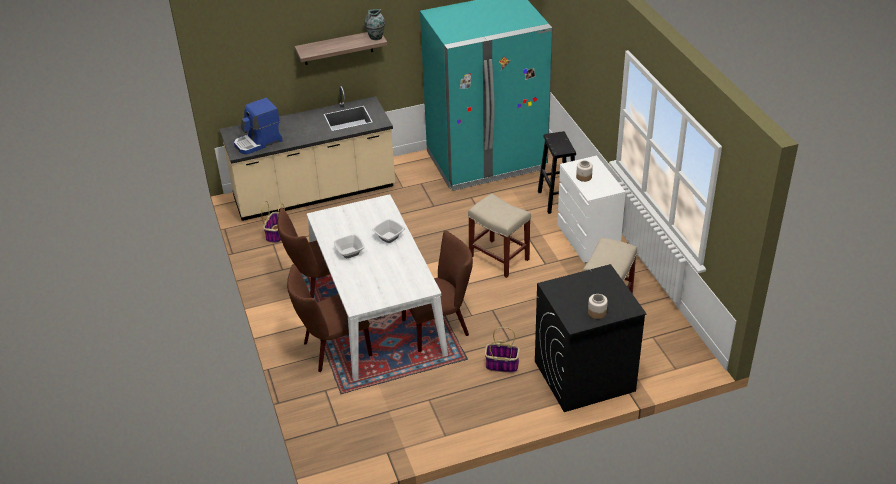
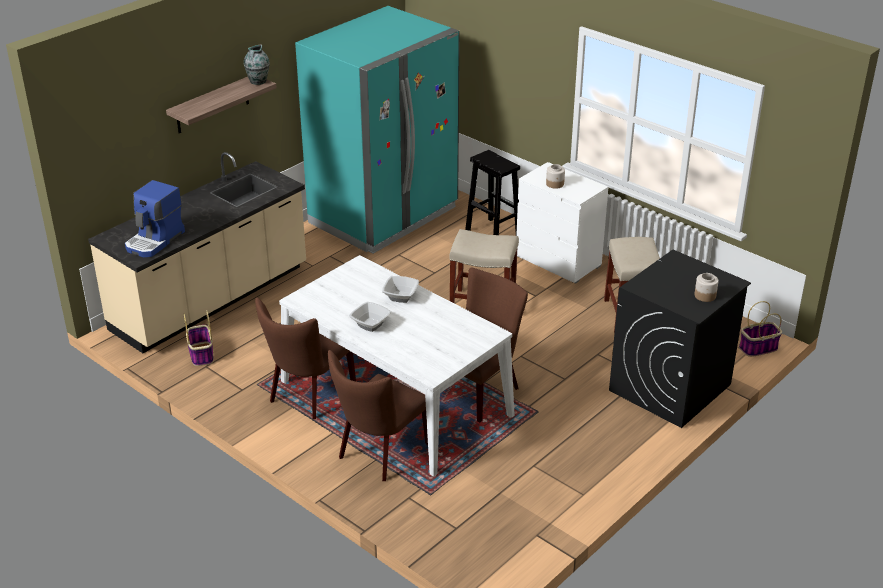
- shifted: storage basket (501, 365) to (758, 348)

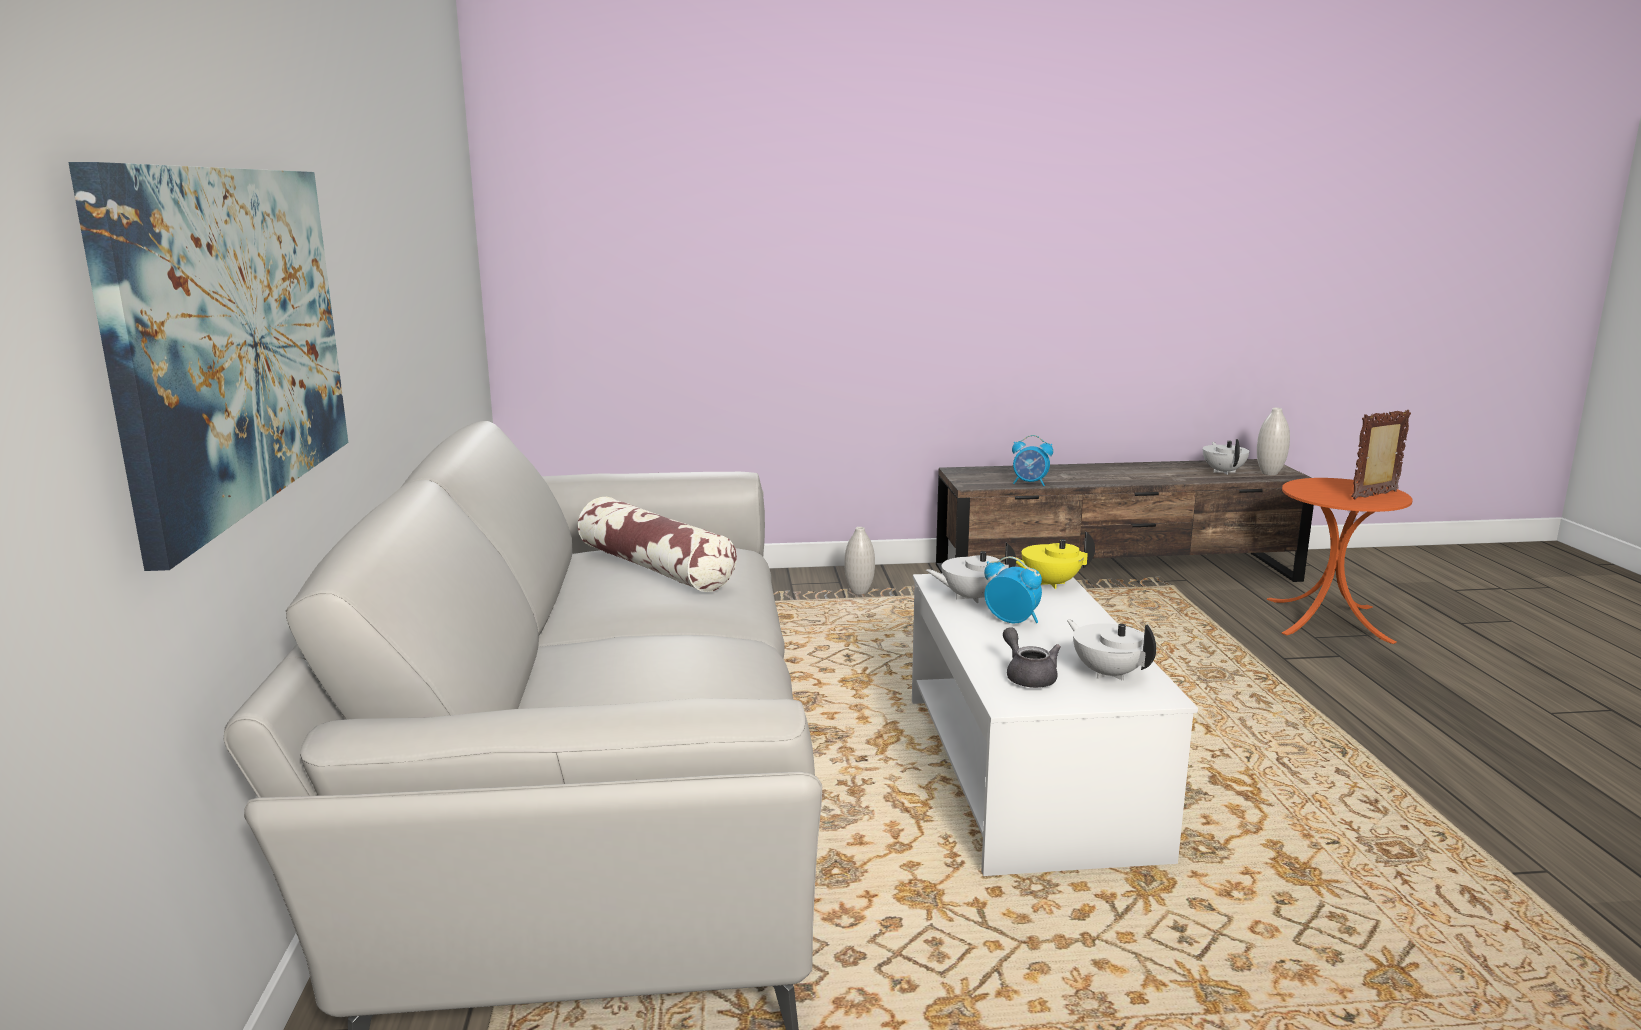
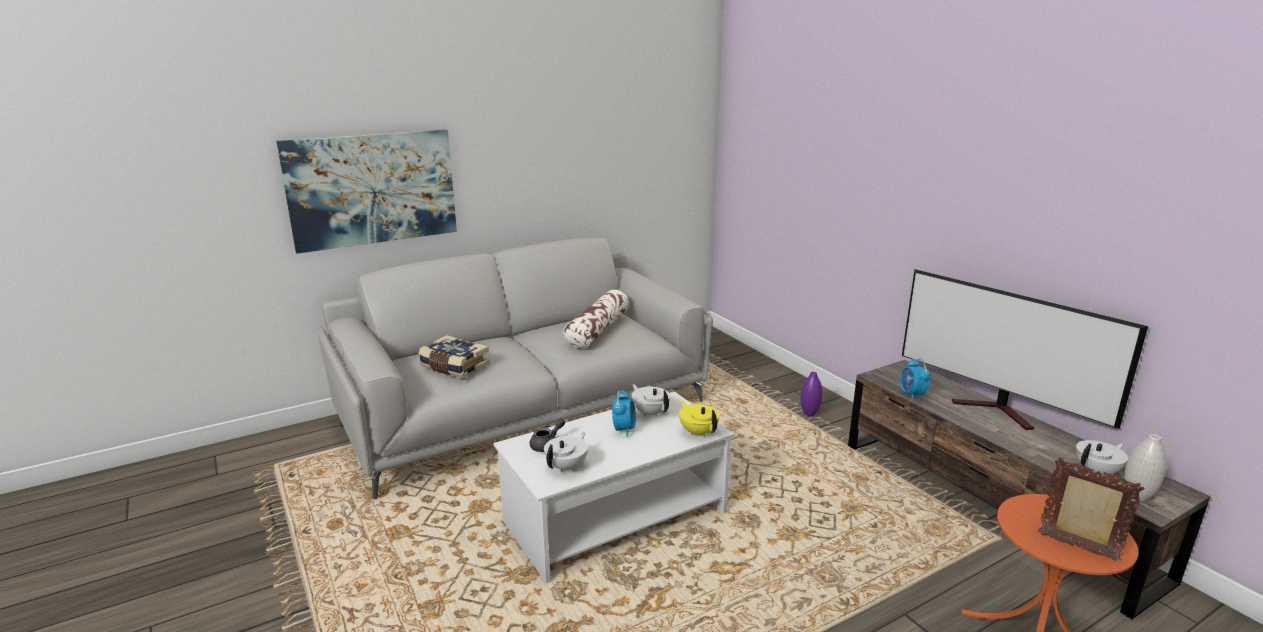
- new: bound book (454, 367)
- repainted: vase (whitish) (859, 592) to vase (purple) (809, 414)
- new: TV set (998, 411)

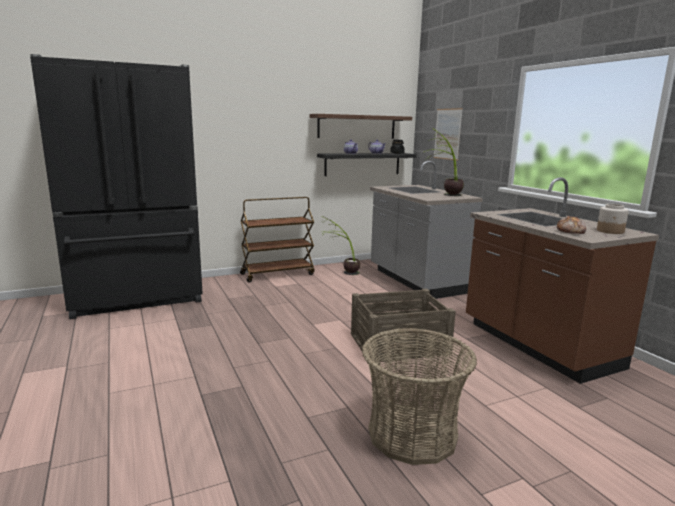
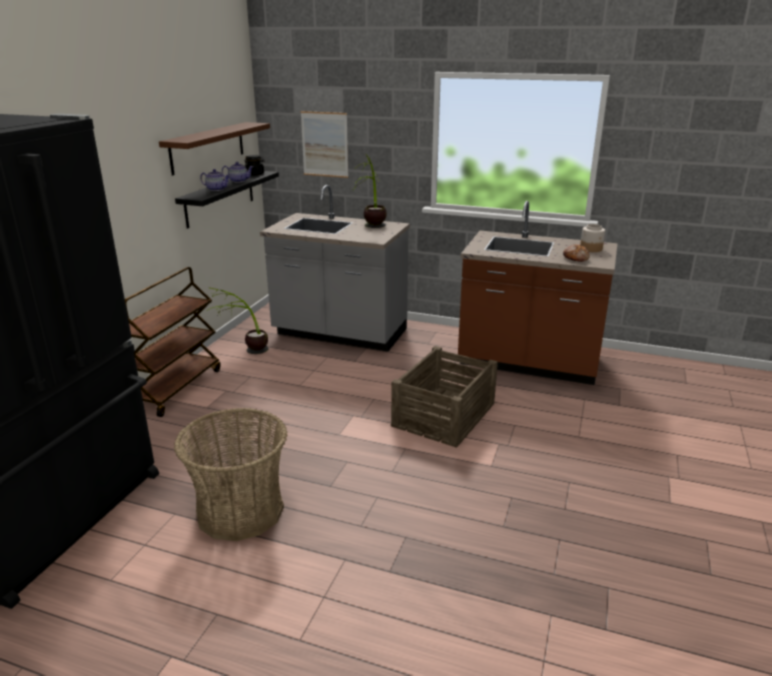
- shifted: storage basket (412, 434) to (240, 510)

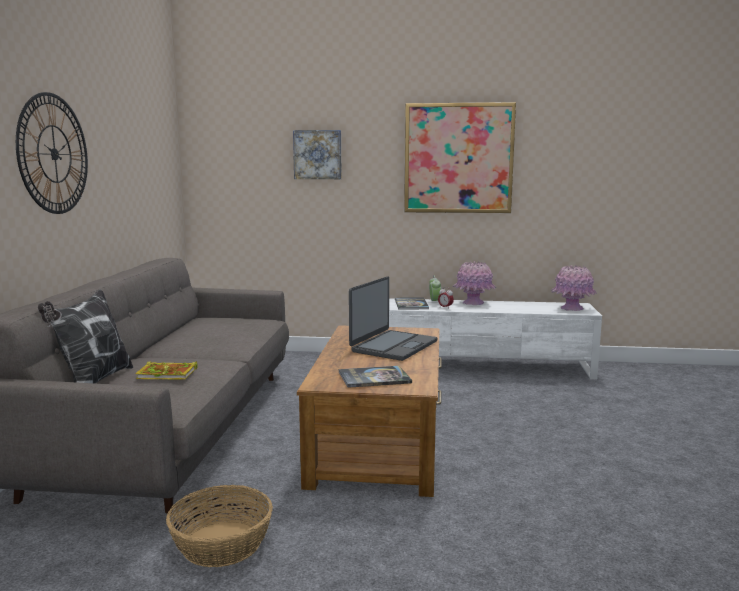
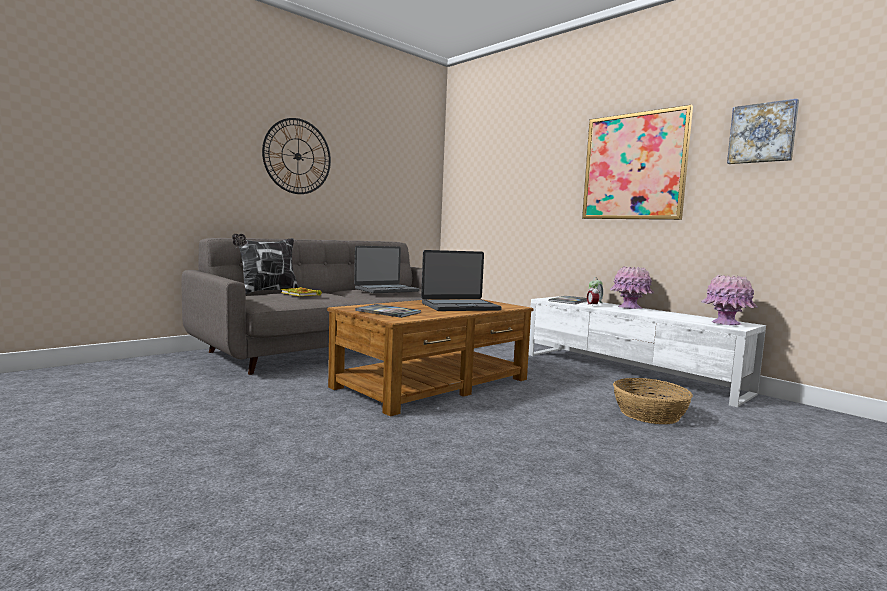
- new: laptop (386, 290)
- shifted: storage basket (222, 544) to (650, 414)
- shifted: wall art (317, 154) to (762, 133)

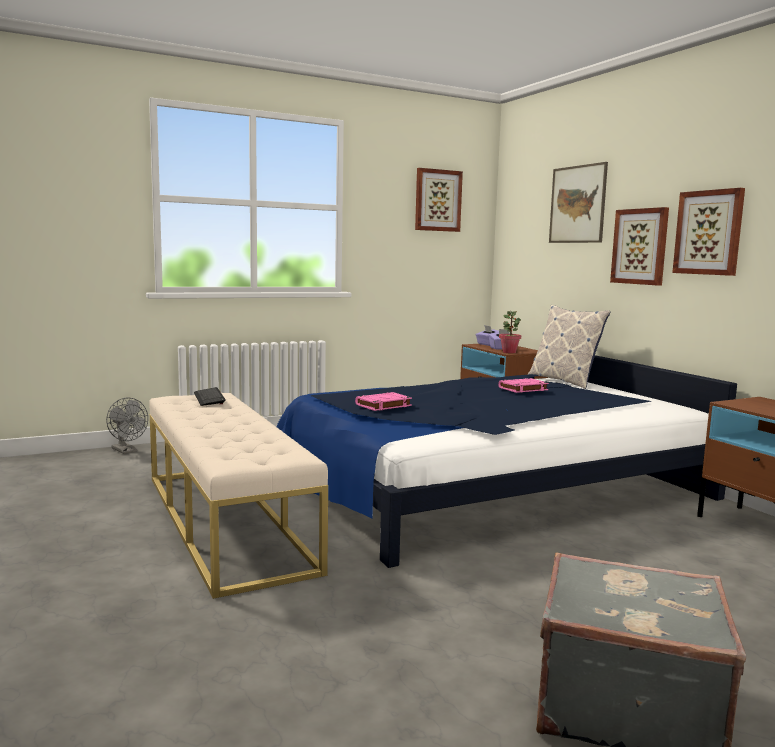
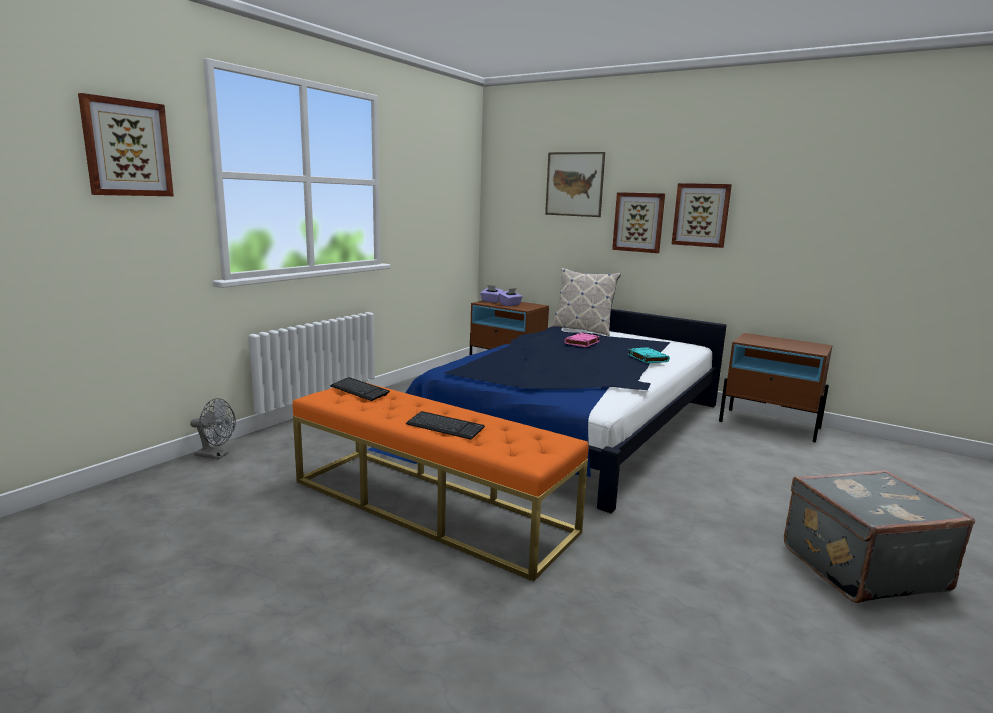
- shifted: wall art (437, 200) to (127, 148)
- repainted: indoor bench (sand-coloured) (225, 520) to indoor bench (orangey) (430, 506)
- new: keyboard (445, 427)
- new: bound book (turquoise-coloured) (647, 358)
- gone: bound book (pink-coloured) (383, 405)
- gone: houseplant (509, 352)

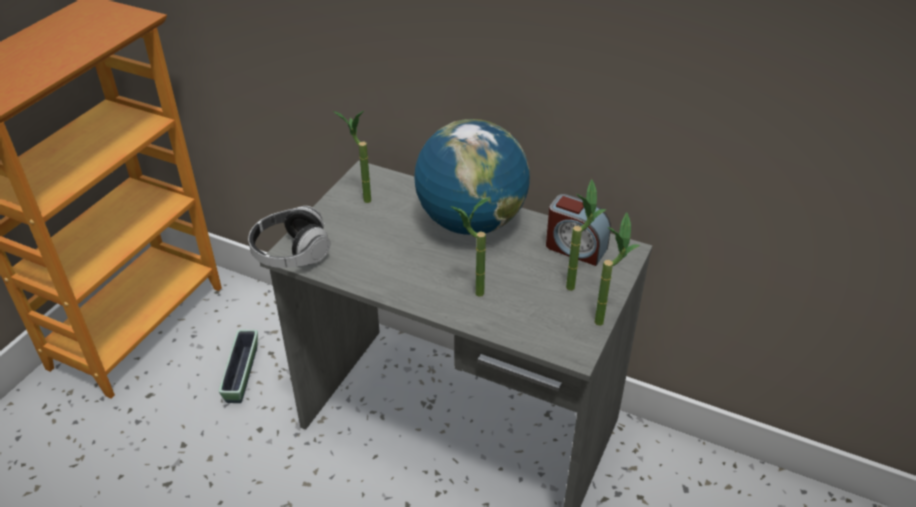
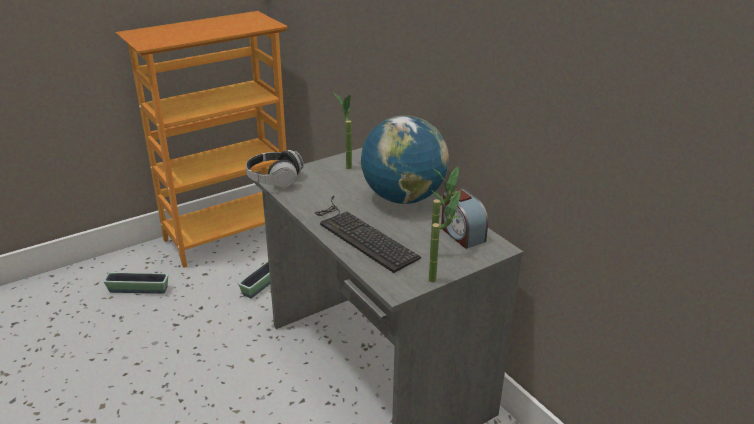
- new: flower pot (138, 290)
- swapped: houseplant (470, 293) to keyboard (360, 234)

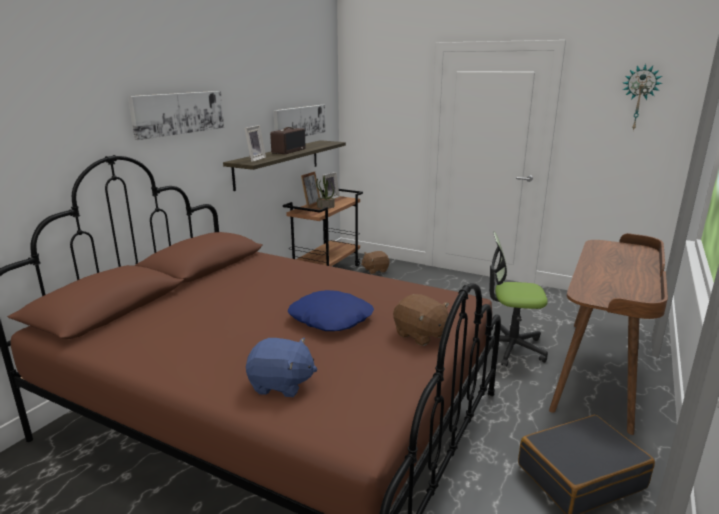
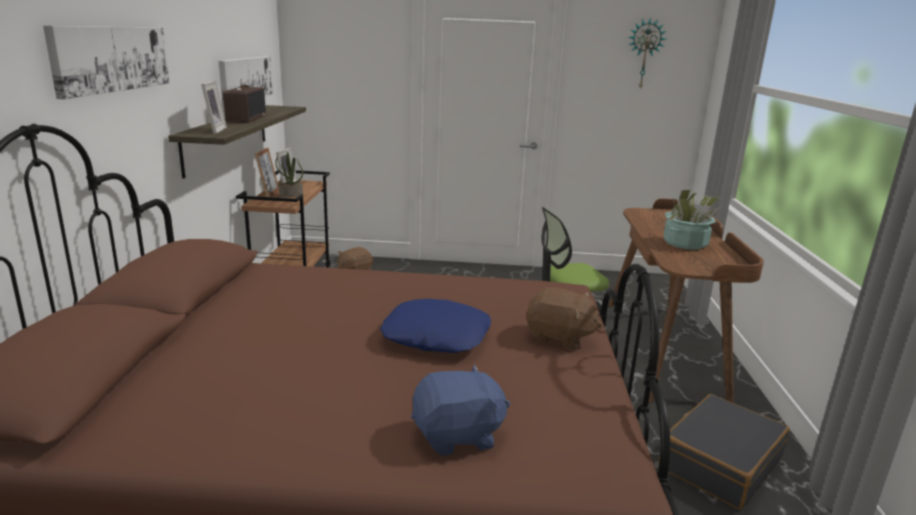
- new: houseplant (685, 243)

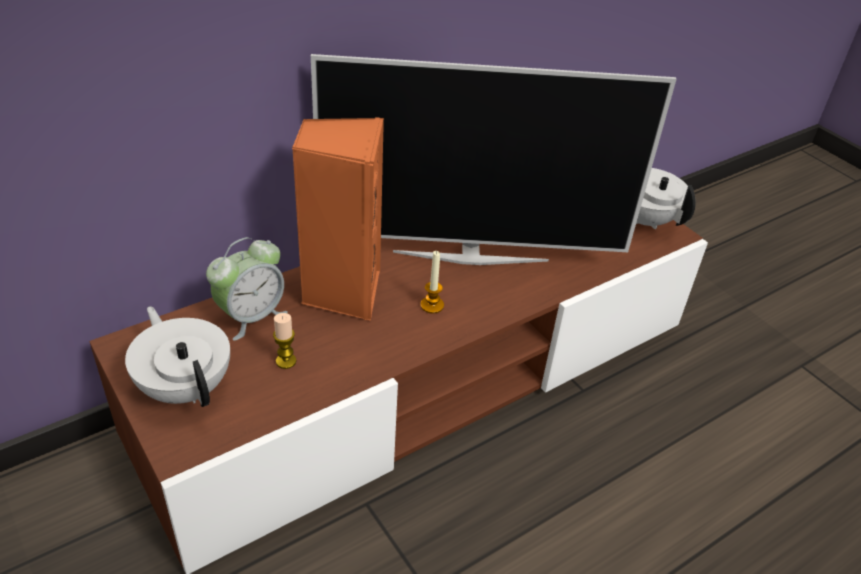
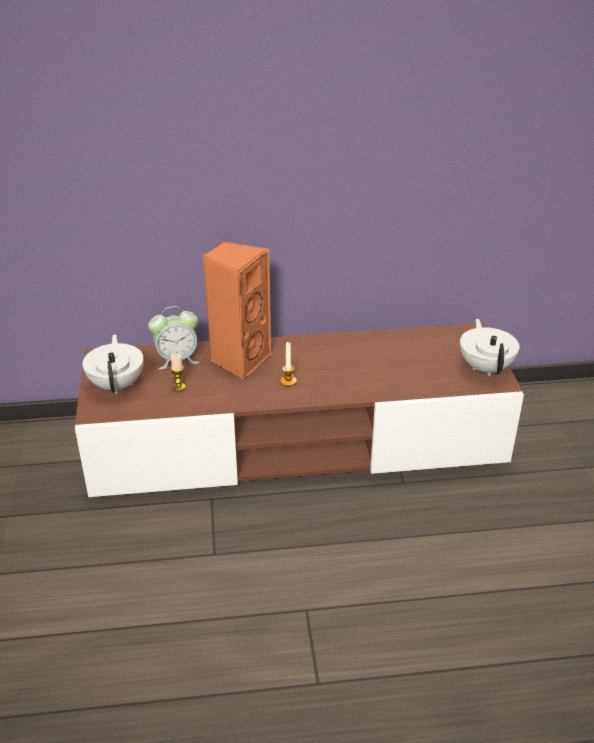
- gone: TV set (470, 255)

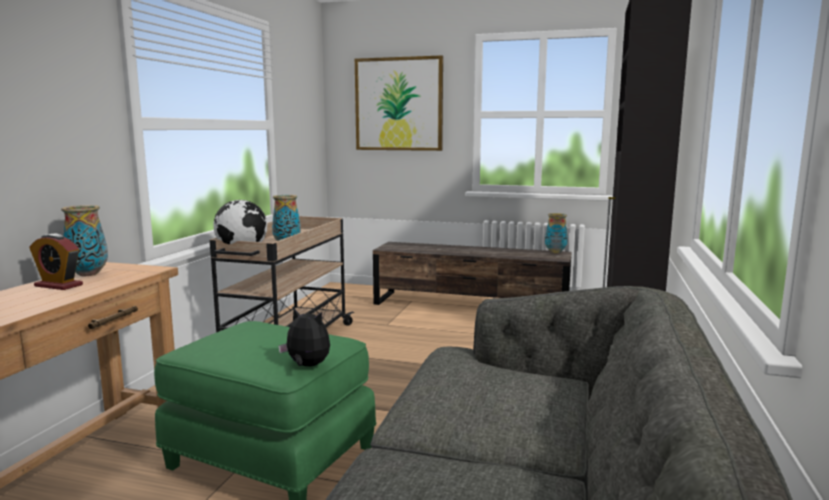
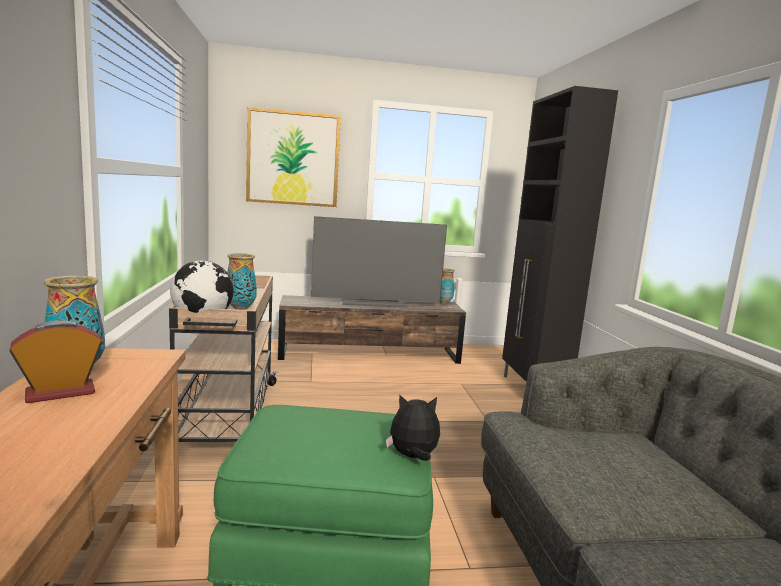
- rotated: alarm clock (58, 285) = (60, 393) 150 degrees clockwise
- new: TV set (374, 302)

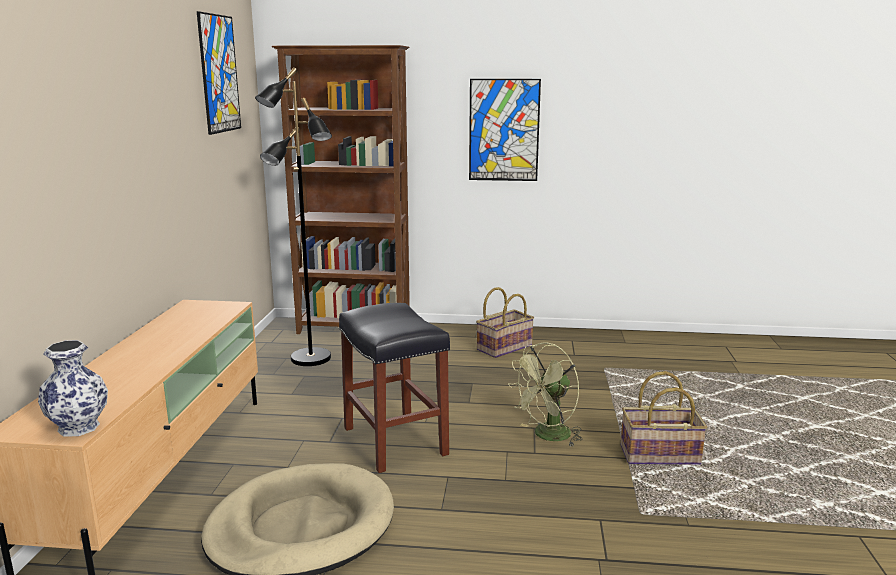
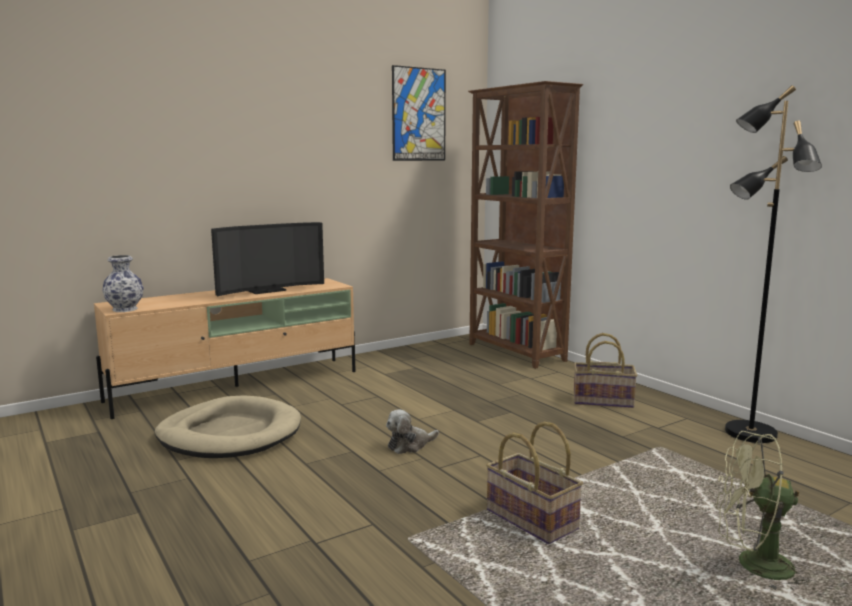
- new: TV set (266, 291)
- new: cuddly toy (409, 445)
- shifted: fan (green) (547, 436) to (753, 566)
- shifted: standing lamp (blackish) (310, 359) to (749, 433)
- gone: stool seat (blackish) (396, 441)
- gone: wall art (504, 130)

